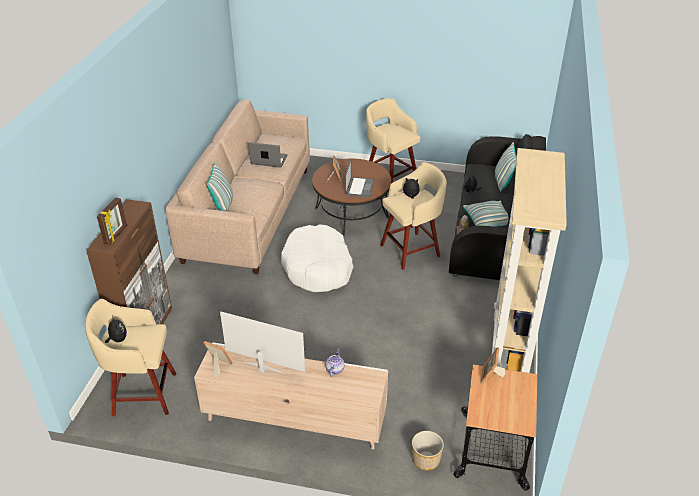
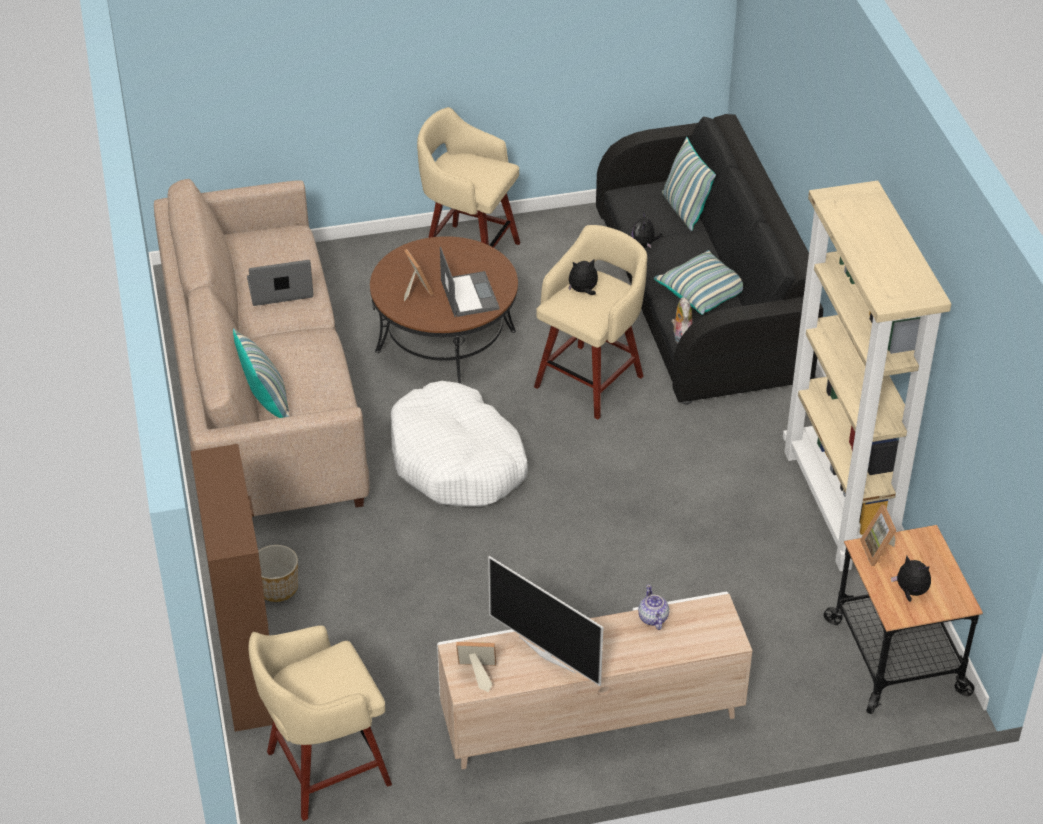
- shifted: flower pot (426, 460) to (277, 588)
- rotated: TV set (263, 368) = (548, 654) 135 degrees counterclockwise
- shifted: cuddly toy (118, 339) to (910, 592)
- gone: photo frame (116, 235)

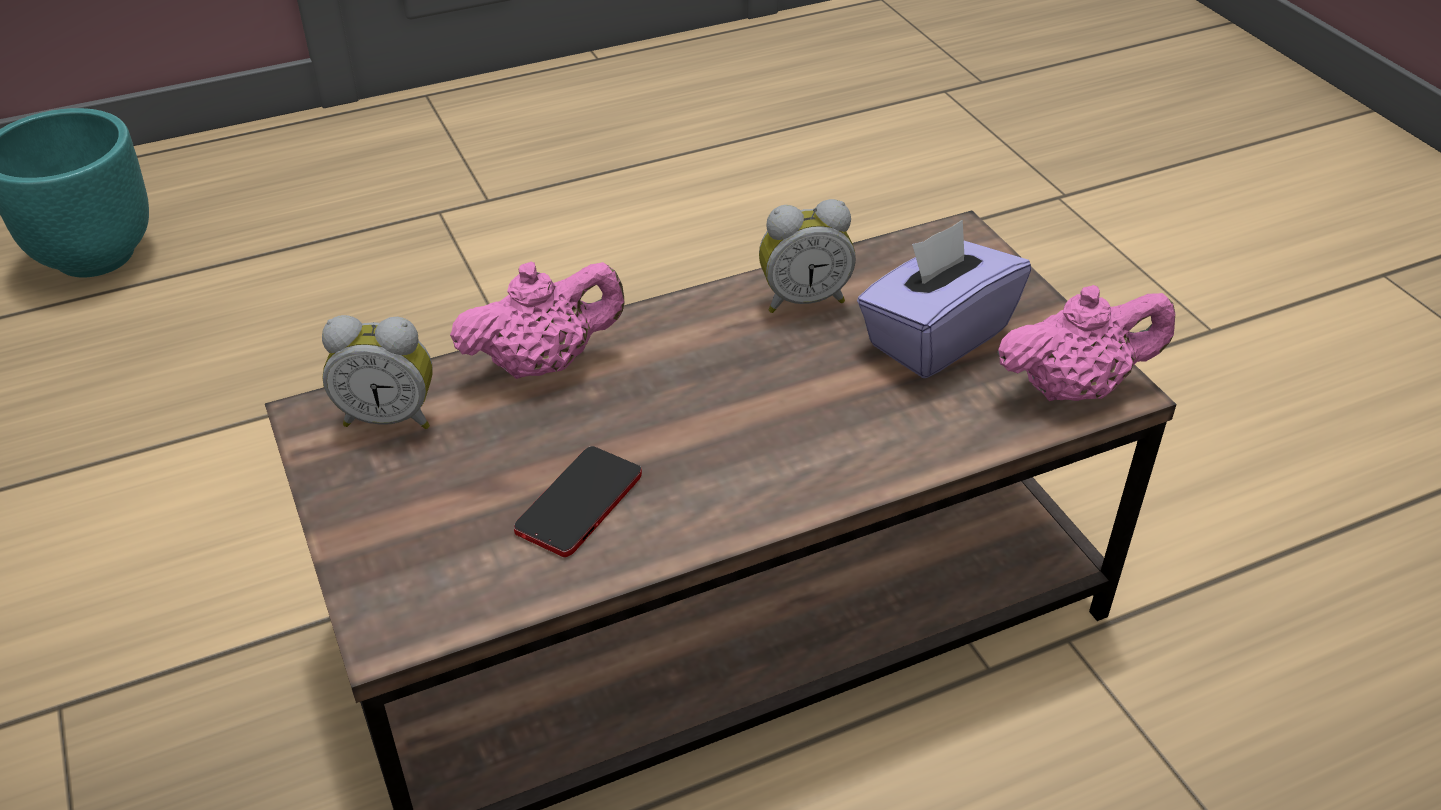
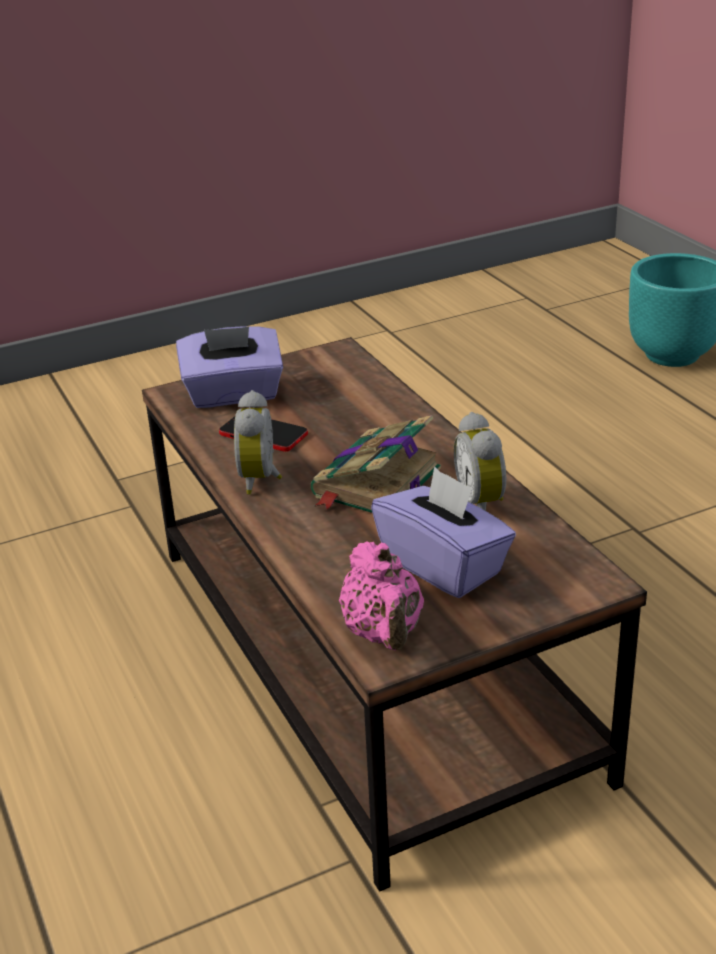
- new: box of tissues (purple) (233, 395)
- shifted: alarm clock (390, 416) to (262, 479)
- new: bound book (375, 484)
- gone: tea pot (pink-coloured) (543, 363)

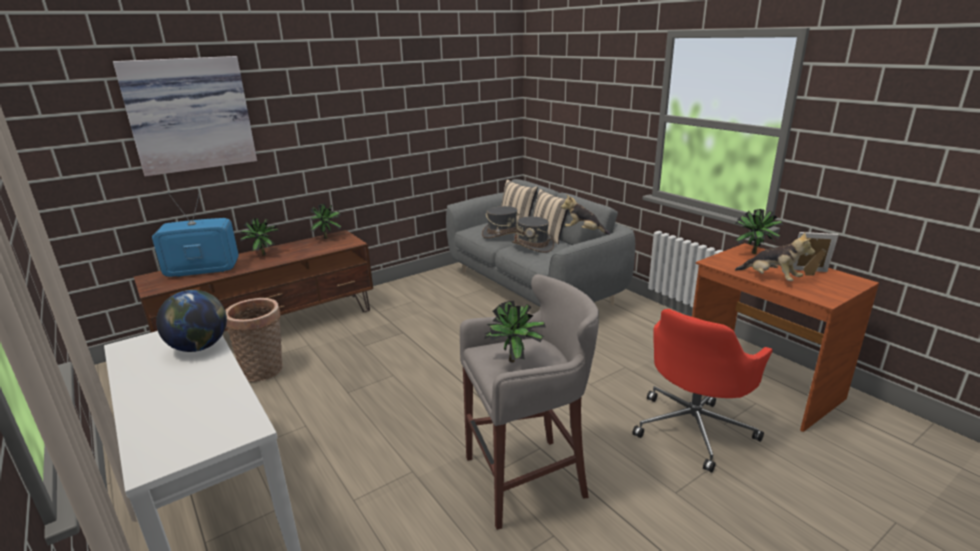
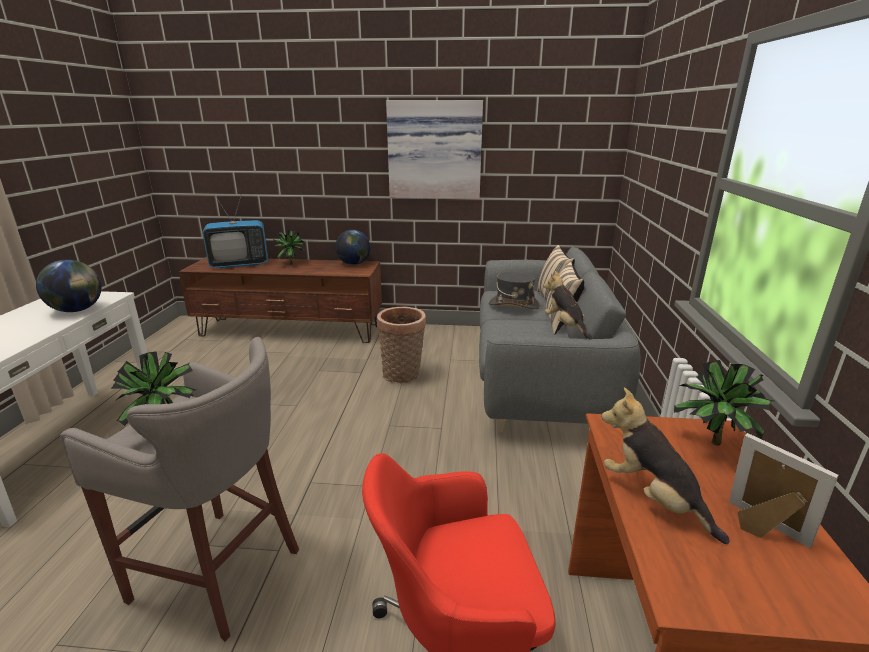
- rotated: TV set (203, 271) = (240, 264) 135 degrees clockwise
- swapped: houseplant (327, 238) to world globe (354, 263)
- shifted: storage basket (265, 371) to (403, 375)
- shifted: wall art (189, 114) to (434, 150)
- rotated: cuddly toy (771, 278) = (653, 498) 150 degrees clockwise
- gone: wearable hat (greyish) (533, 246)

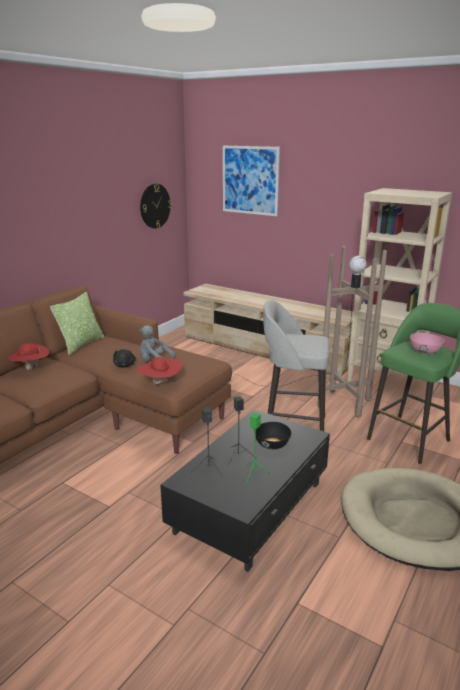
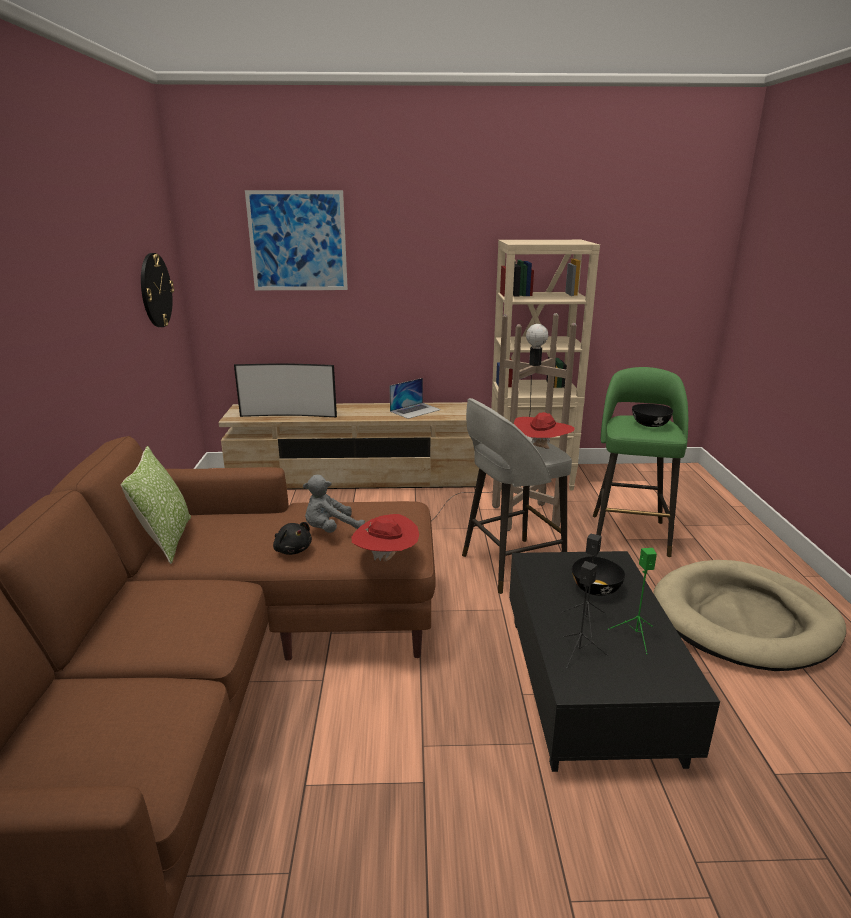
- new: TV set (289, 415)
- new: laptop (415, 410)
- shifted: wearable hat (reddish) (30, 368) to (541, 449)
- repainted: bowl (pink-coloured) (424, 351) to bowl (blackish) (649, 425)

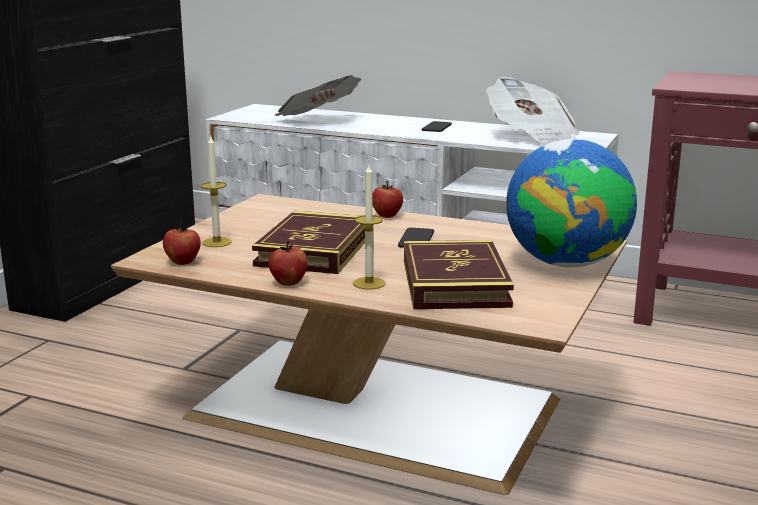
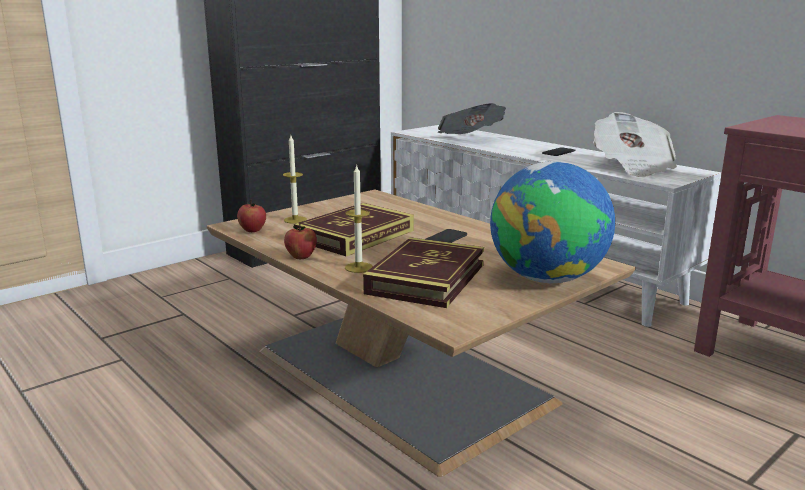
- gone: apple (387, 215)

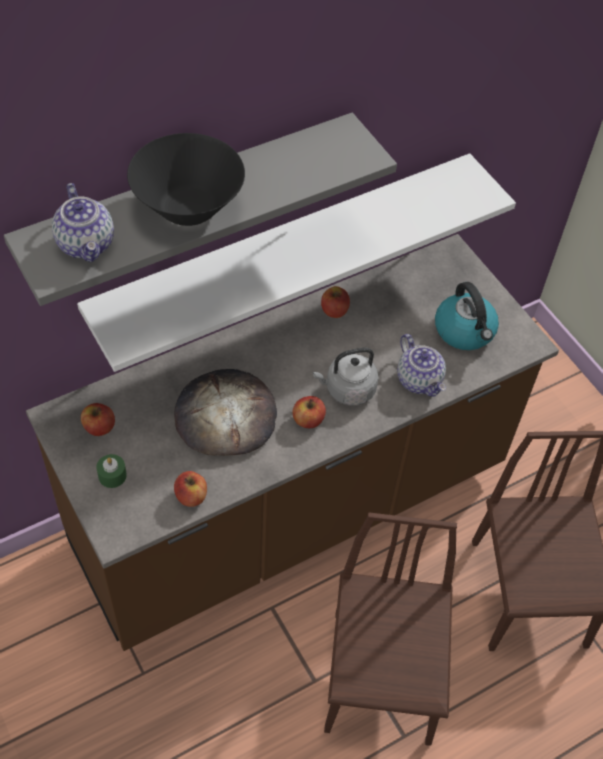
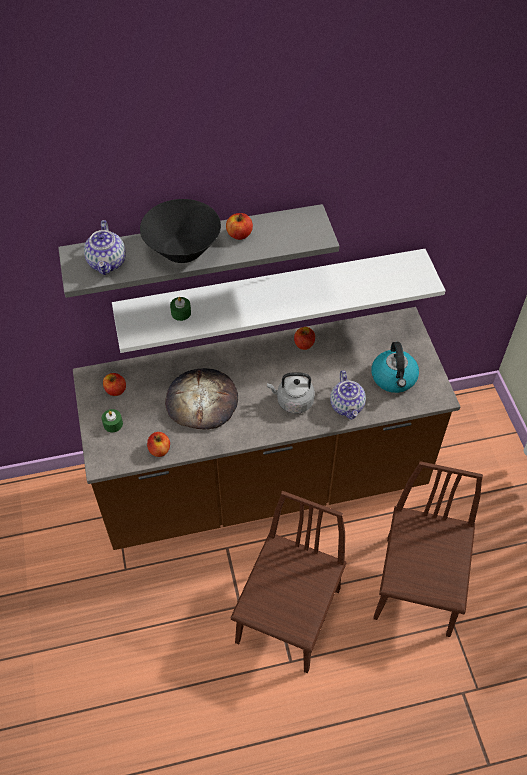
- new: candle (green) (181, 313)
- shifted: apple (308, 420) to (239, 234)

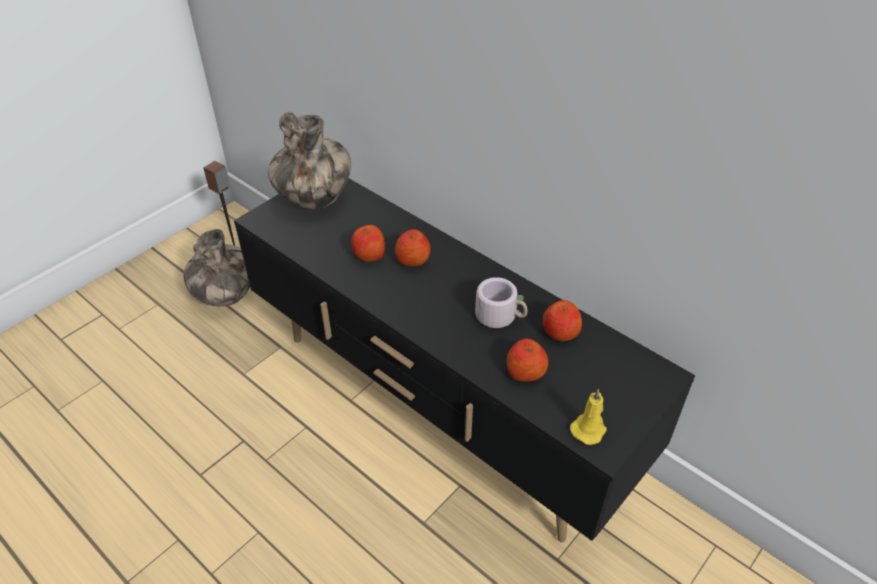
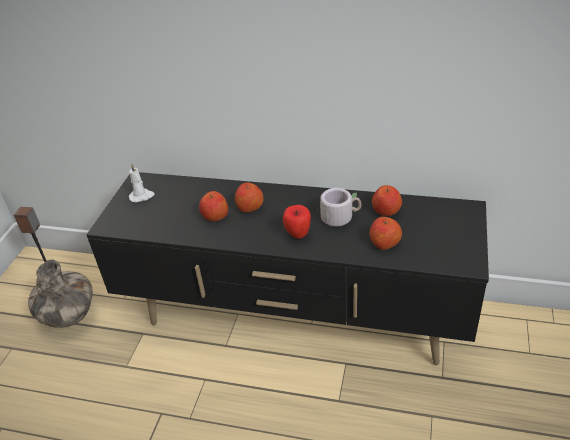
- swapped: vase (315, 199) to candle (whitish) (142, 196)
- new: apple (298, 235)
- gone: candle (yellowish) (589, 428)

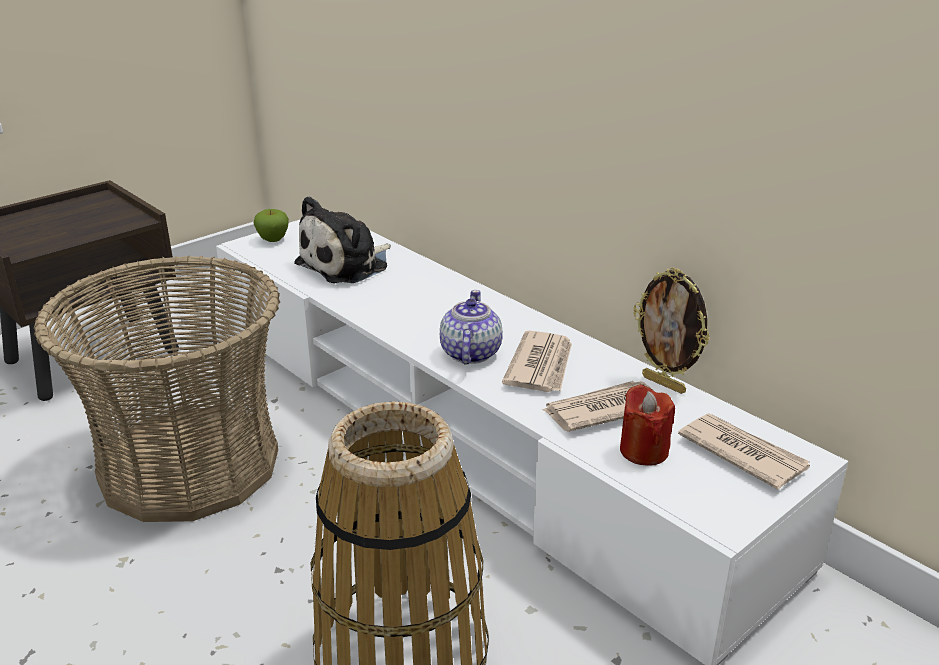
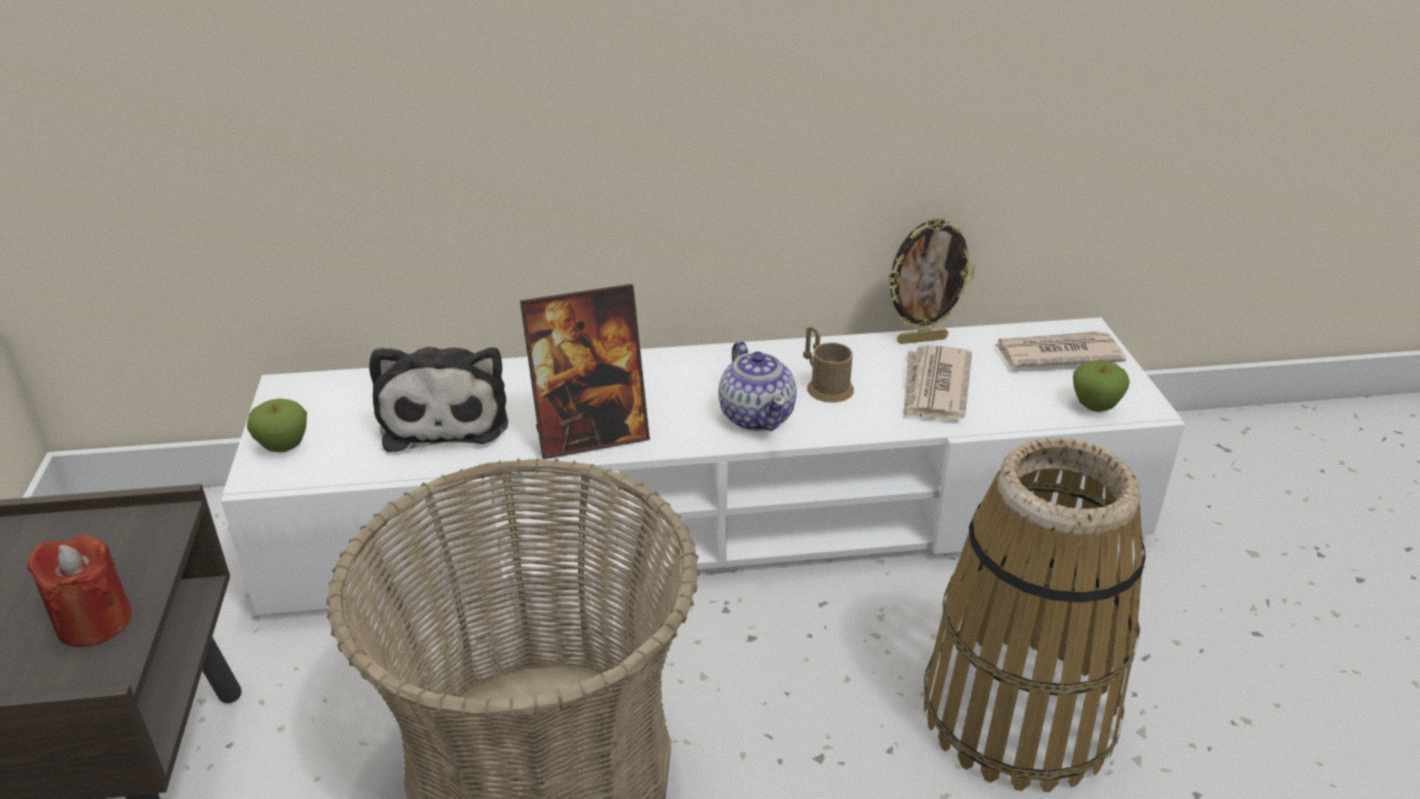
- shifted: candle (reddish) (644, 451) to (94, 622)
- new: photo frame (591, 436)
- rotated: tea pot (470, 354) = (757, 416) 150 degrees counterclockwise
- swapped: printed paper (541, 366) to coffee mug (brownish) (825, 386)
- new: apple (1095, 406)

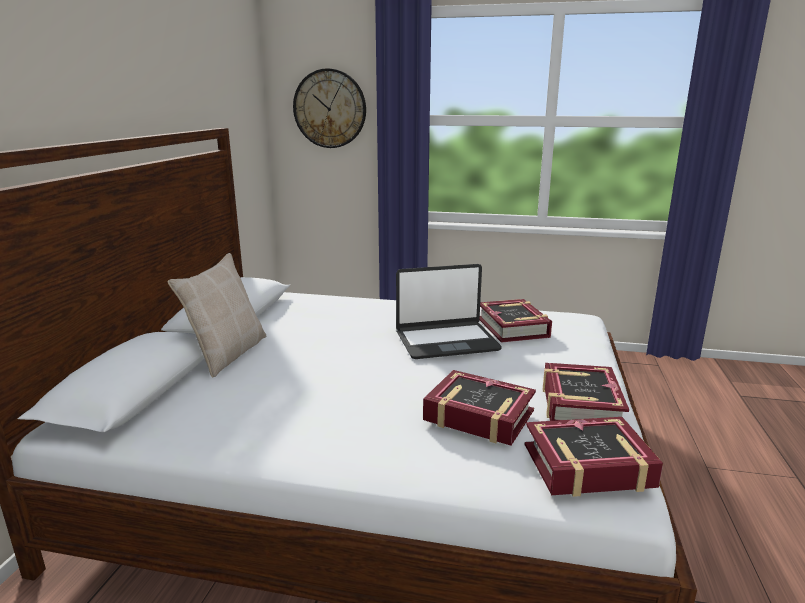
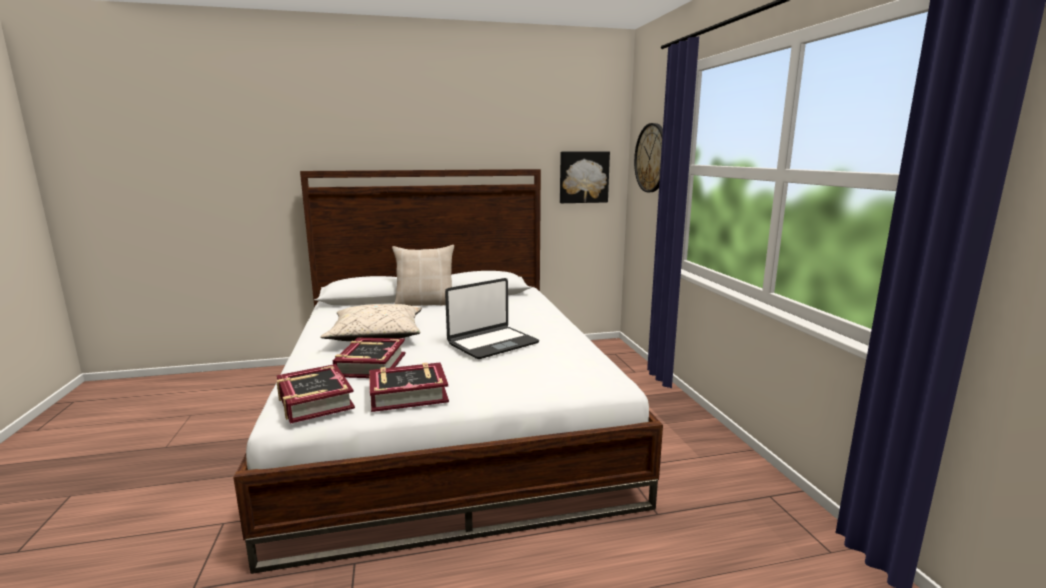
- new: cushion (sand-coloured) (376, 336)
- rotated: laptop (446, 341) = (492, 343) 90 degrees counterclockwise
- new: wall art (583, 177)
- gone: bound book (513, 327)

